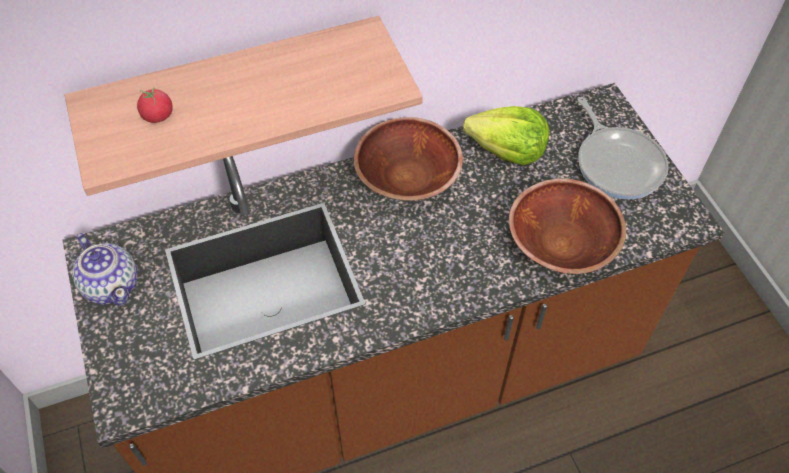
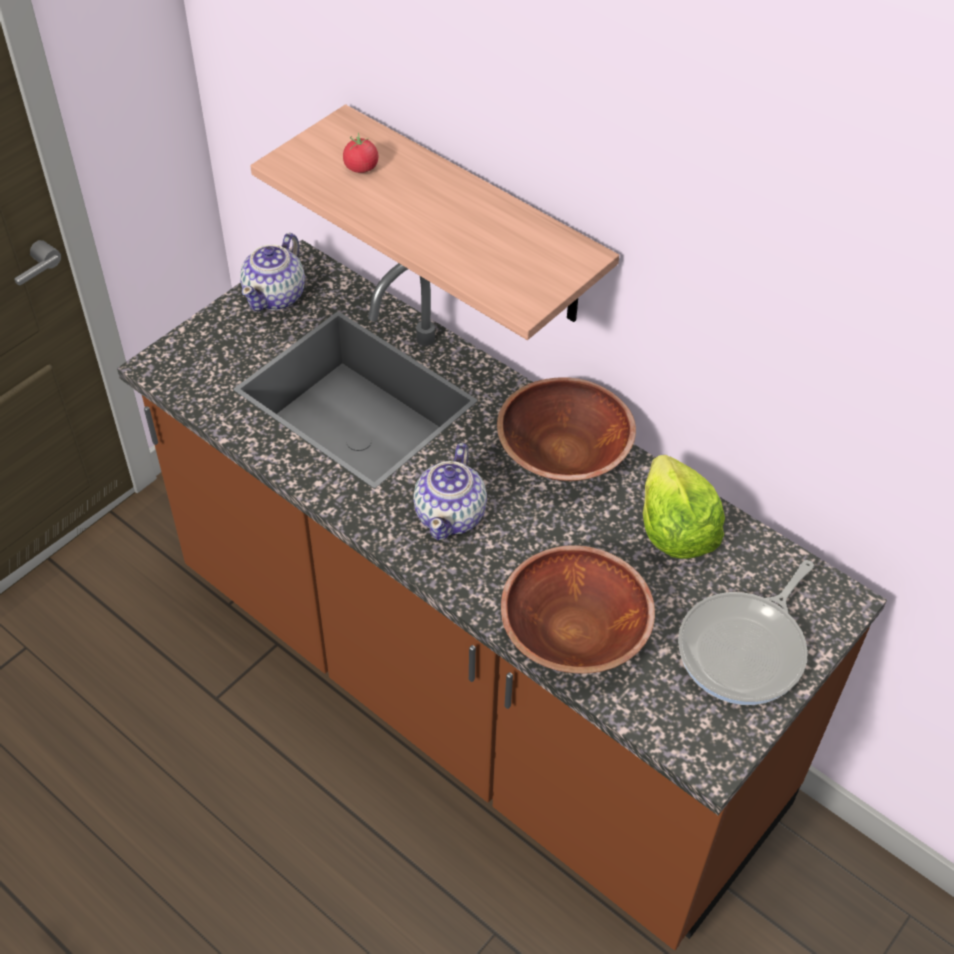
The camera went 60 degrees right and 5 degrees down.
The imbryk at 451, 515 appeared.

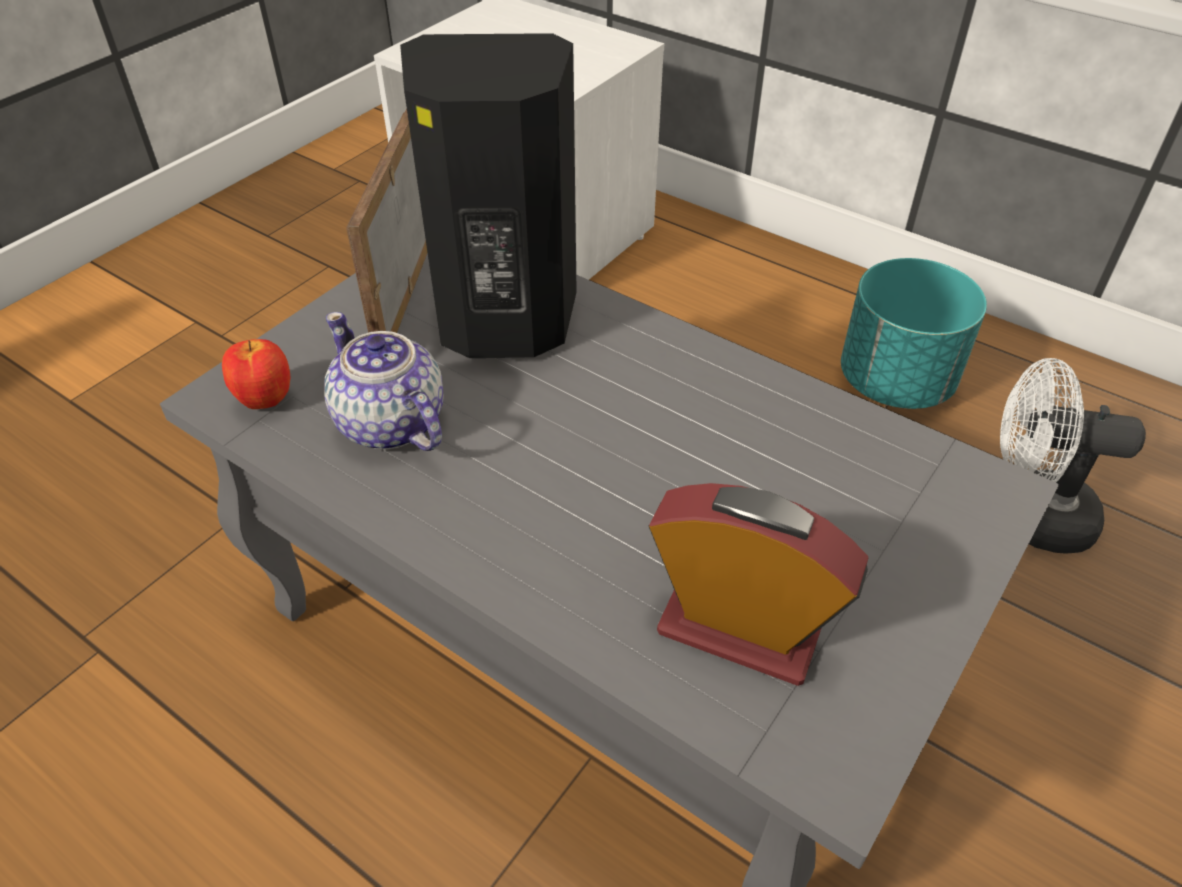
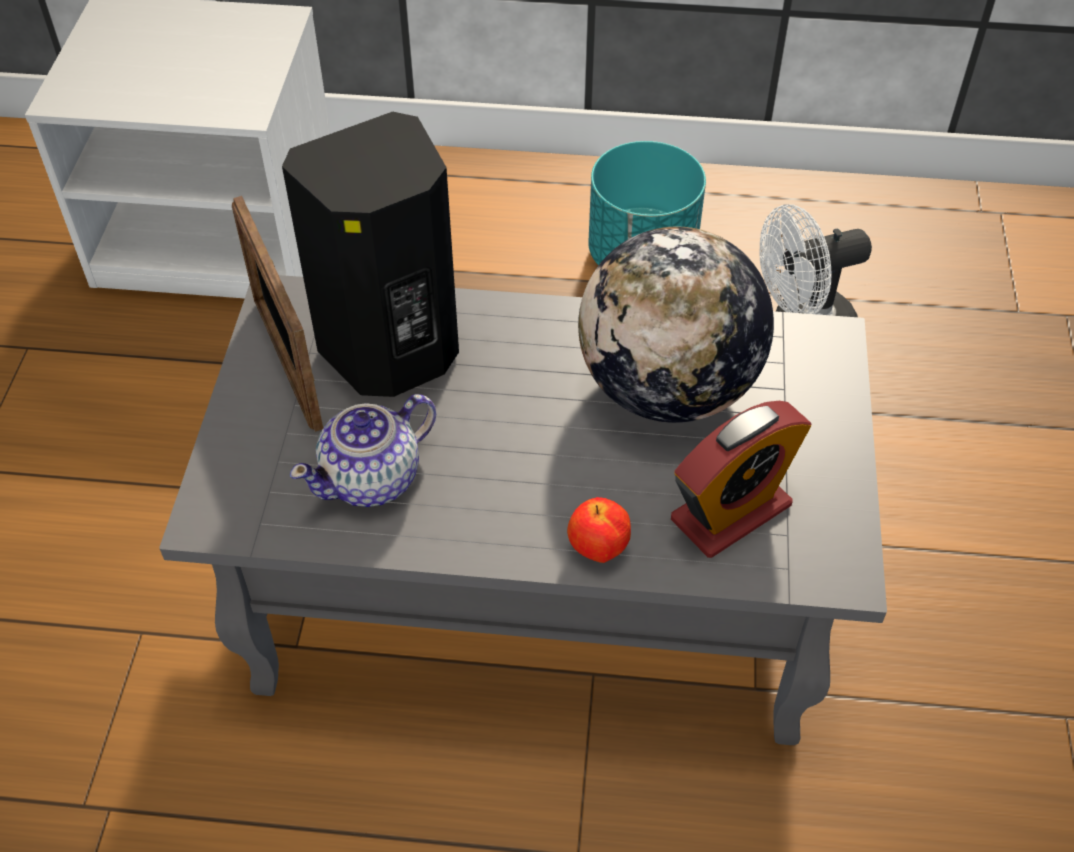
The camera went 30 degrees left and 5 degrees up.
The jabłko moved from 264, 400 to 597, 550.
The imbryk at 390, 424 turned 60 degrees counterclockwise.
The budzik at 739, 629 turned 150 degrees clockwise.
The globus at 668, 389 appeared.

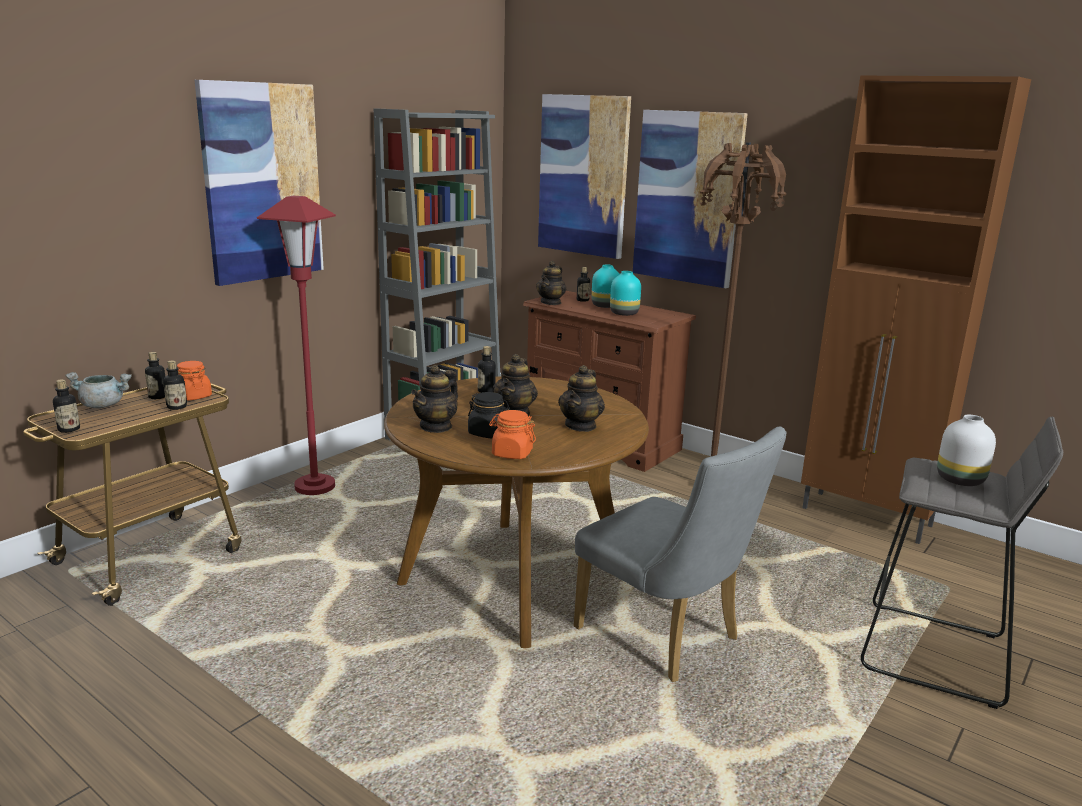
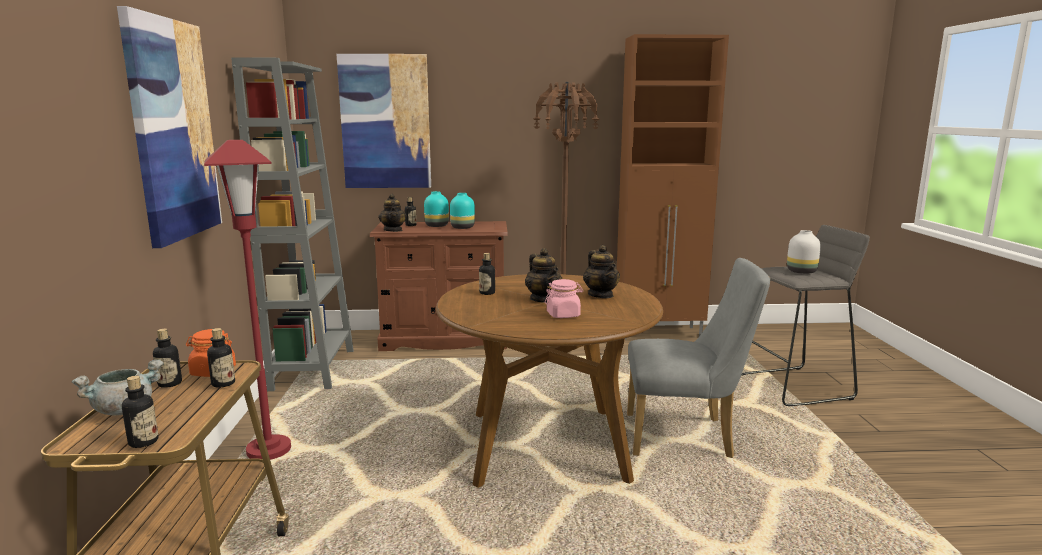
The camera went 40 degrees left and 5 degrees down.
The imbryk at 436, 427 disappeared.
The słoik/czarny at 488, 433 became the słoik/różowy at 563, 315.
The słoik/pomarańczowy at 512, 453 disappeared.
The obraz at 687, 198 disappeared.

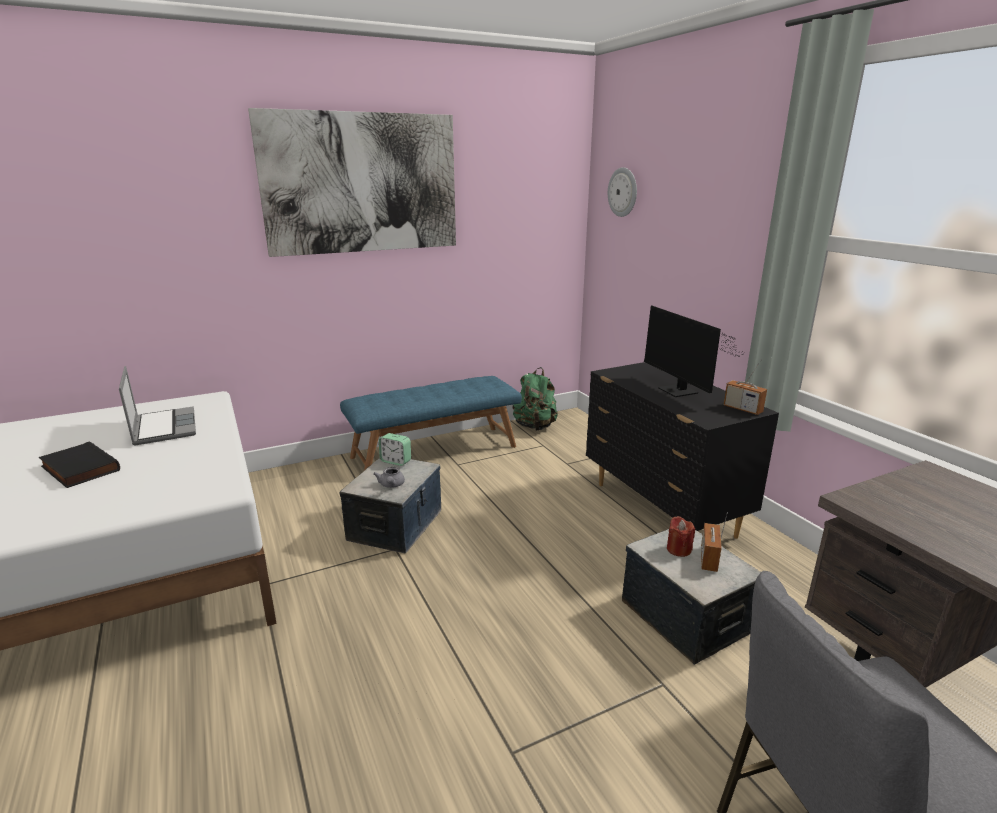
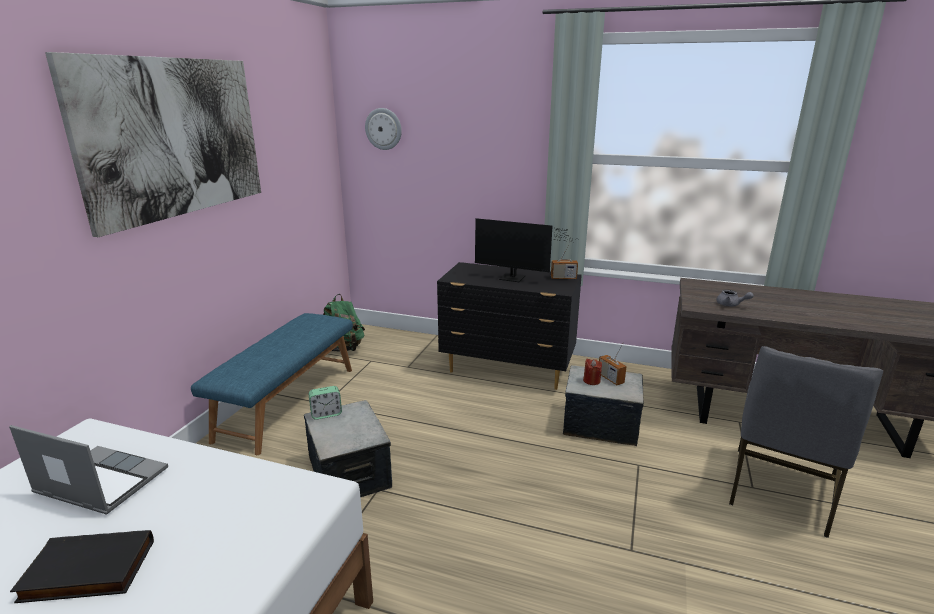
The camera went 45 degrees left and 0 degrees up.
The imbryk/szary moved from 391, 485 to 731, 305.

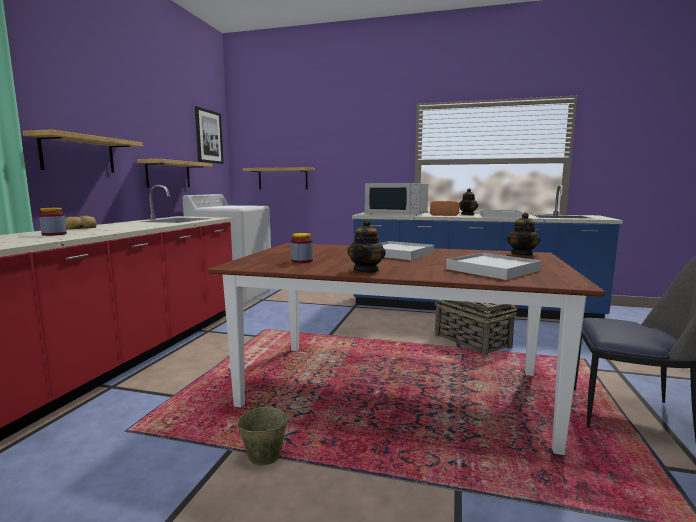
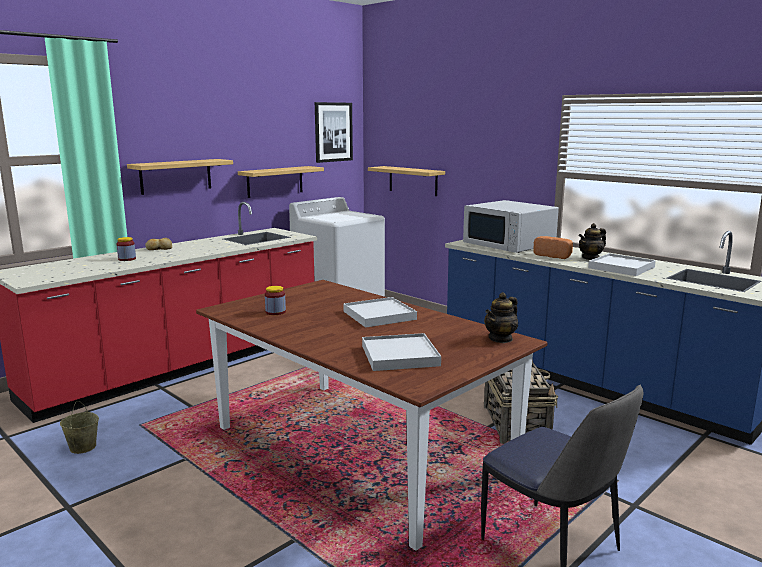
The camera went 30 degrees right and 5 degrees up.
The wiadro/beżowy moved from 263, 455 to 82, 447.
The imbryk at 366, 270 disappeared.

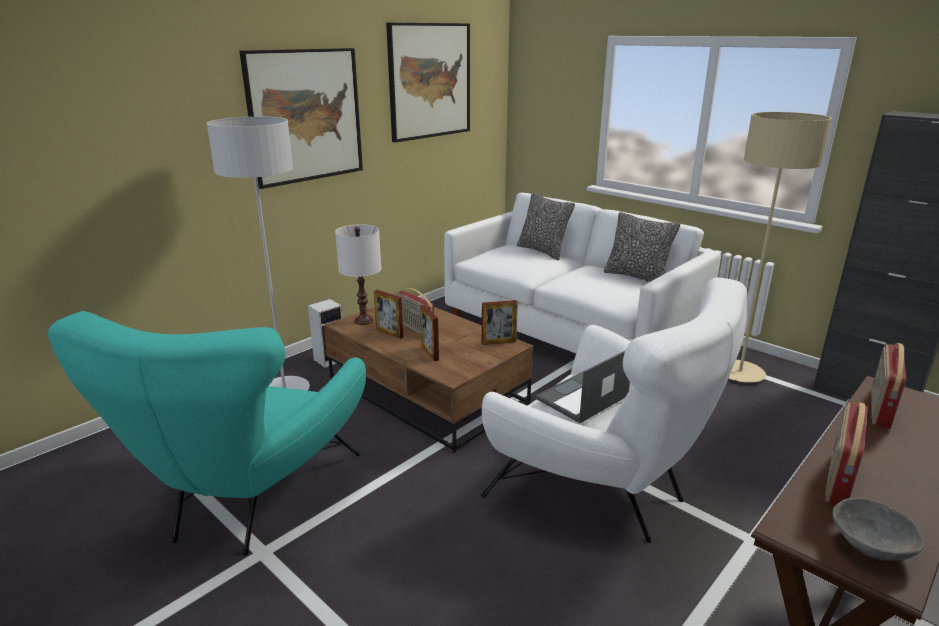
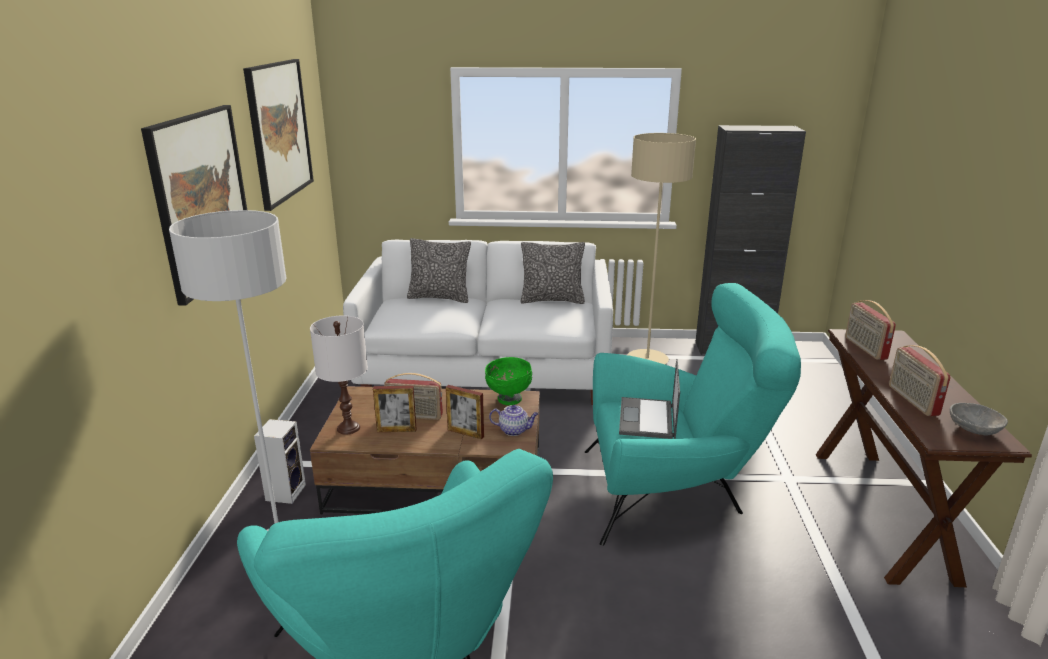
The camera went 40 degrees left and 0 degrees up.
The fotel/biały at 605, 490 became the fotel/turkusowy at 674, 492.
The ramka na zdjęcie at 498, 342 was replaced by the miska/zielony at 508, 399.
The imbryk at 514, 430 appeared.

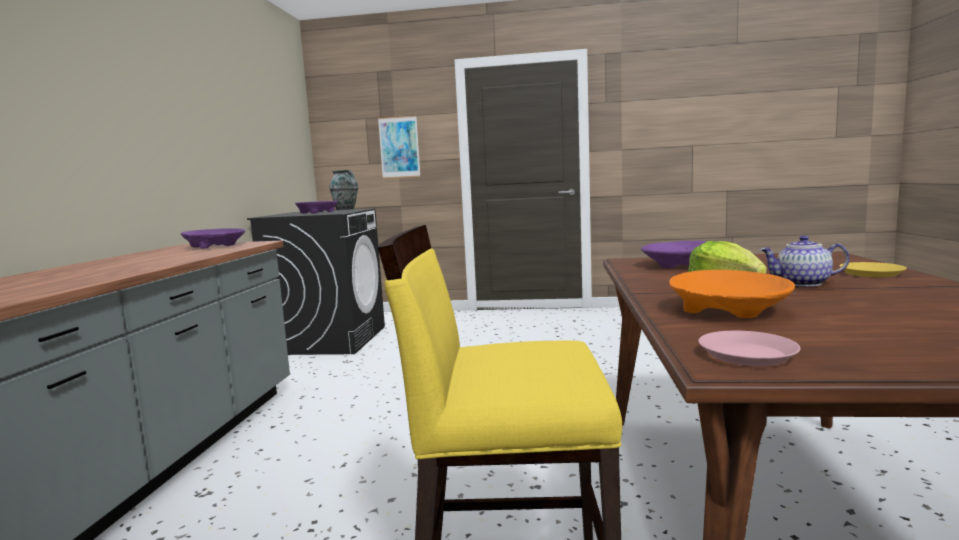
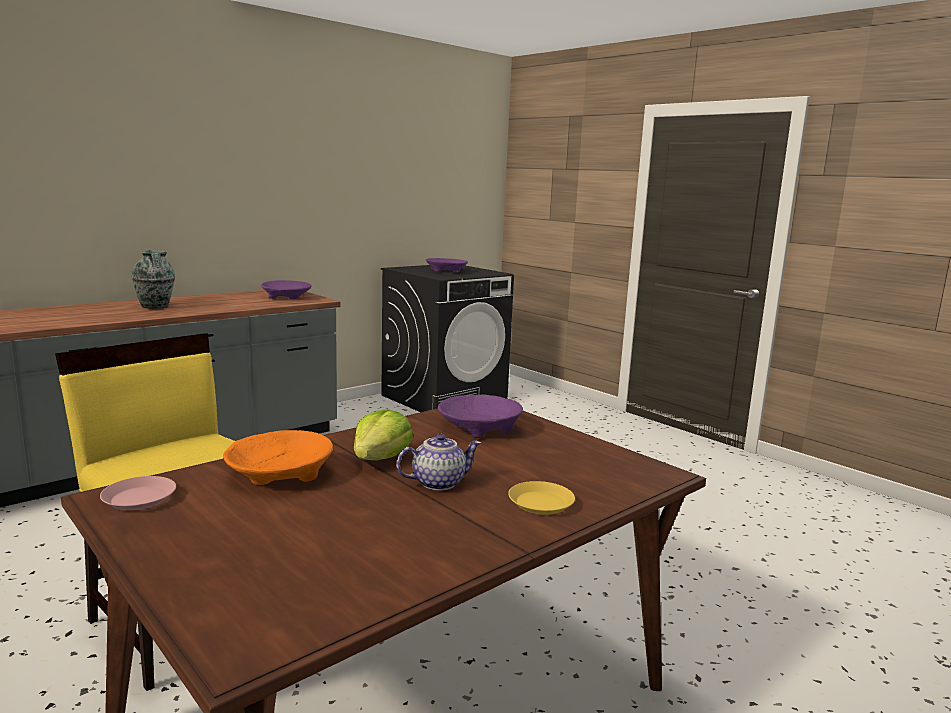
The camera went 40 degrees right and 5 degrees up.
The wazon moved from 346, 209 to 155, 307.
The obraz at 399, 147 disappeared.
The imbryk at 802, 283 turned 105 degrees clockwise.

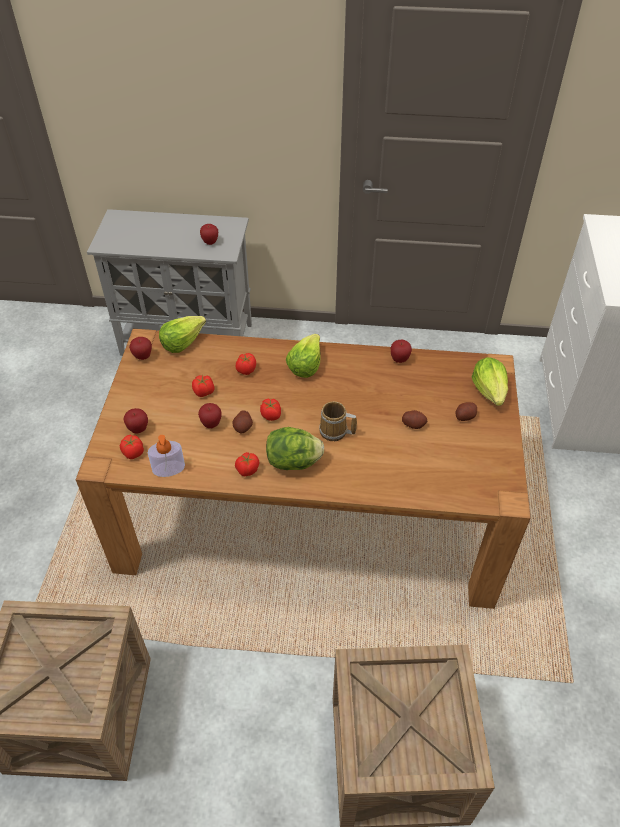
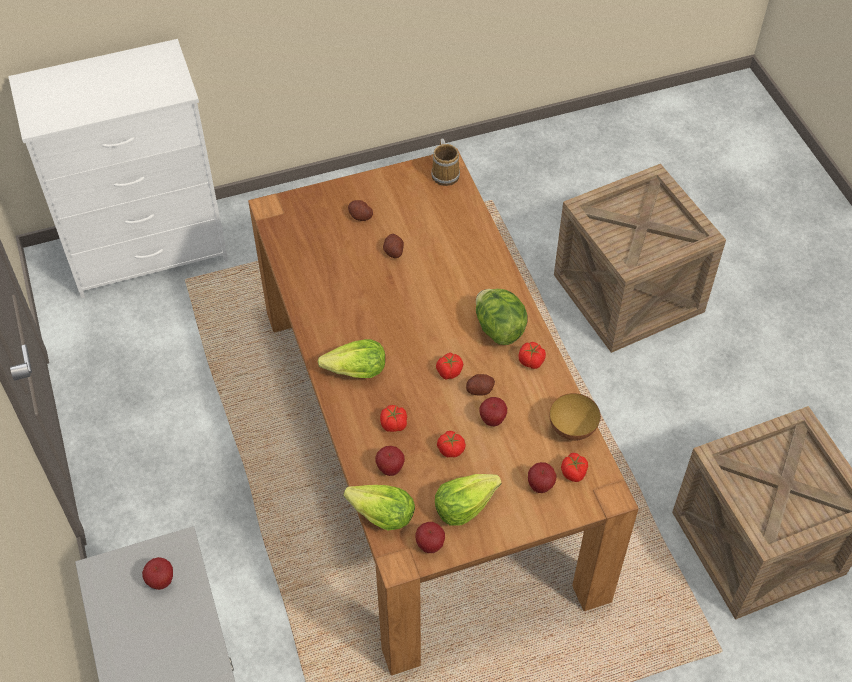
The camera went 115 degrees left and 5 degrees up.
The dozownik mydła at 168, 469 was replaced by the miska at 572, 429.
The kubek moved from 335, 432 to 446, 173.
The jabłko moved from 399, 359 to 390, 469.
The sałata moved from 489, 391 to 464, 505.

